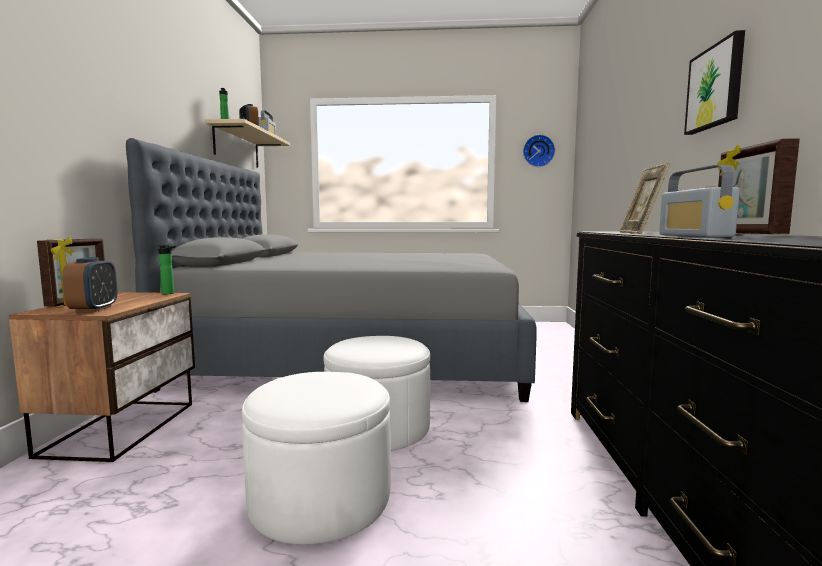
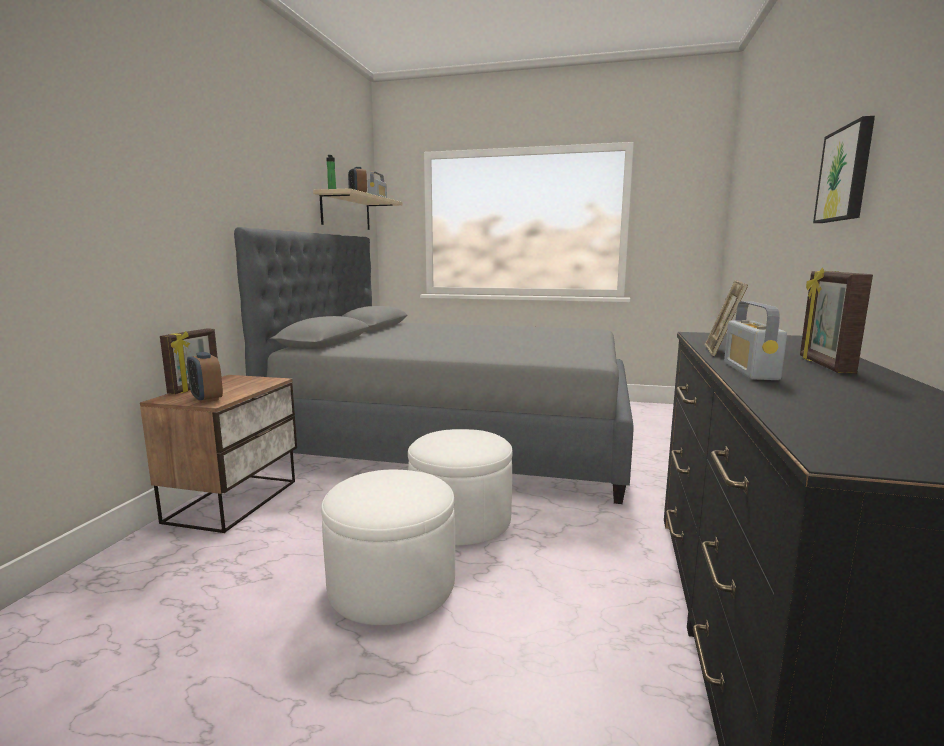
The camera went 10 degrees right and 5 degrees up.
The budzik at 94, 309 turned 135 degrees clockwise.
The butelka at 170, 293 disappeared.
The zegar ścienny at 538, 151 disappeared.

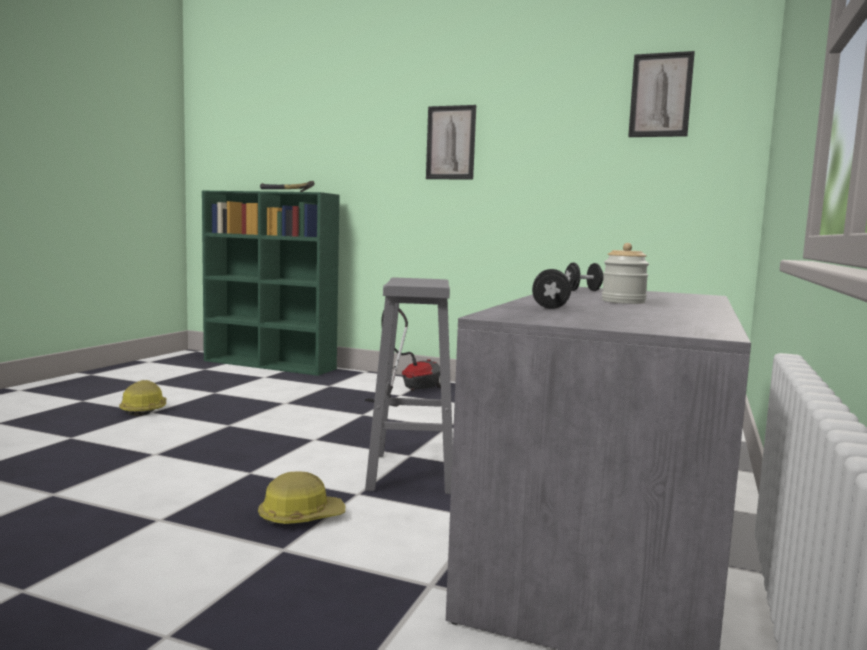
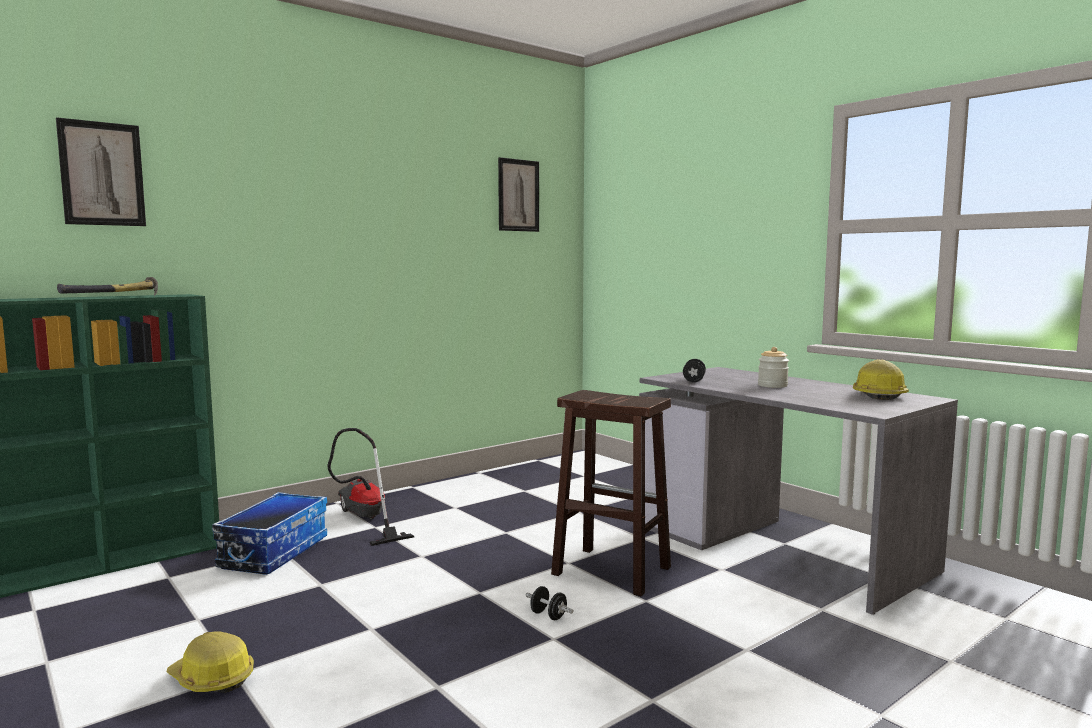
The camera went 60 degrees left and 0 degrees up.
The kask moved from 301, 517 to 877, 395.
The stołek/szary at 411, 471 became the stołek/brązowy at 609, 570.
The obraz moved from 451, 142 to 102, 174.
The hantel/czarny moved from 550, 307 to 548, 615.
The pojemnik do przechowywania at 274, 552 appeared.

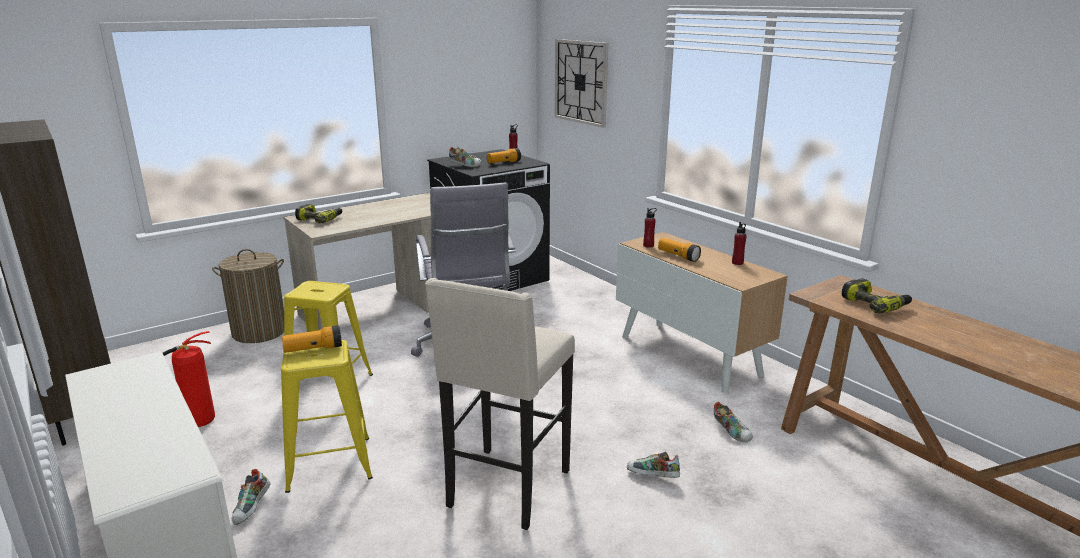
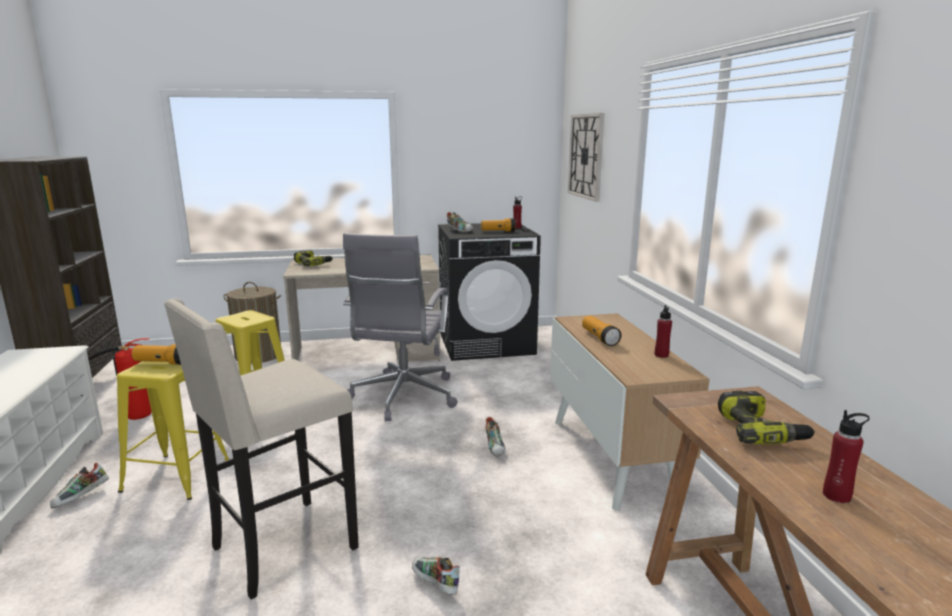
The camera went 25 degrees right and 5 degrees down.
The butelka/czerwony moved from 648, 245 to 836, 496.
The but moved from 731, 432 to 495, 447.

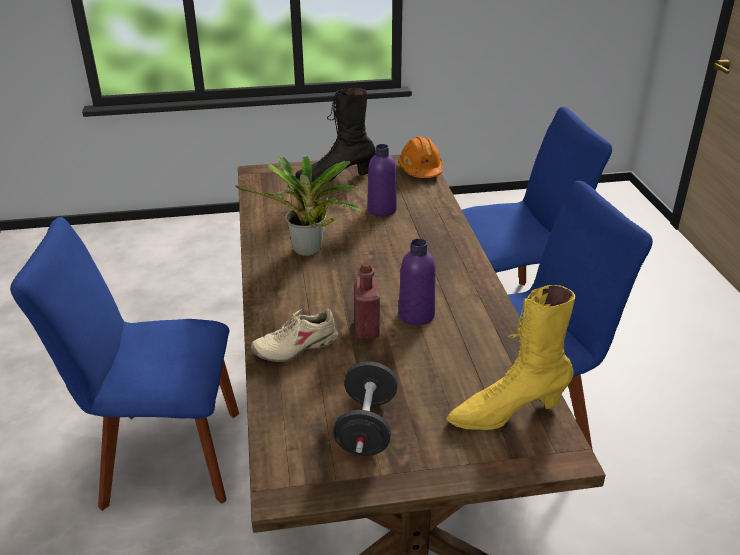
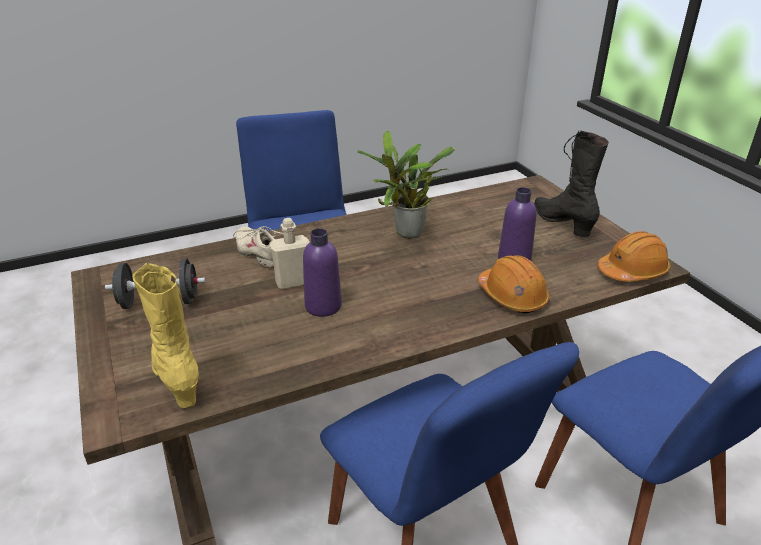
The camera went 75 degrees right and 0 degrees up.
The butelka/czerwony at 366, 329 became the butelka/beżowy at 293, 282.
The kask/pomarańczowy at 512, 296 appeared.

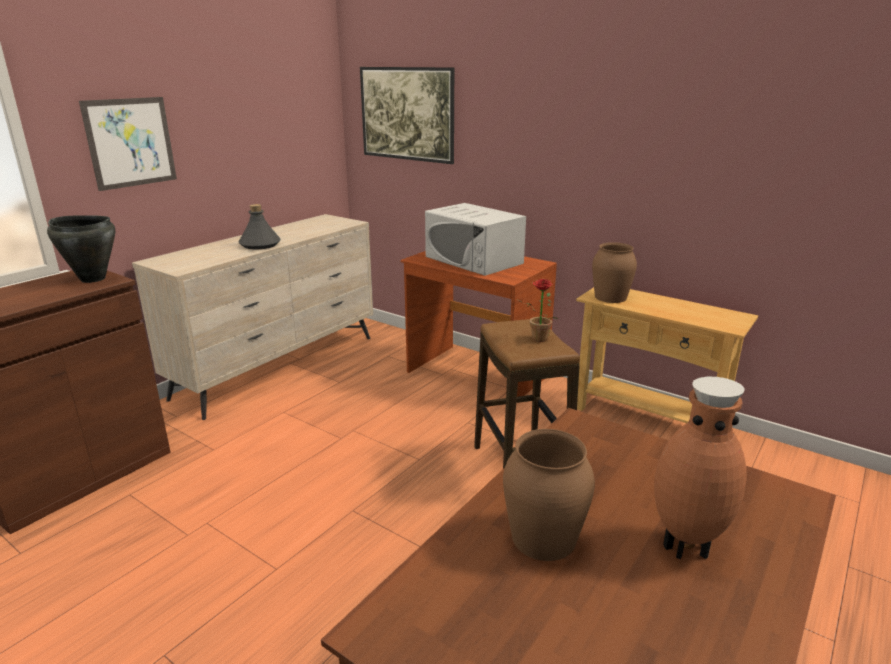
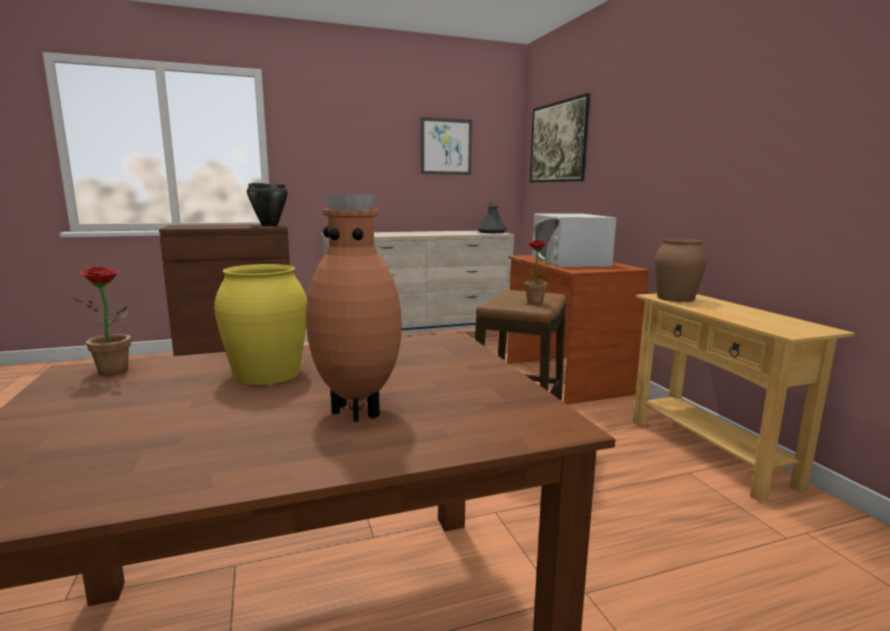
The camera went 35 degrees right and 10 degrees down.
The obraz moved from 130, 142 to 446, 146.
The butelka/szary moved from 260, 245 to 491, 232.
The wazon/brązowy at 544, 537 became the wazon/żółty at 268, 373.
The roślina doniczkowa at 118, 371 appeared.

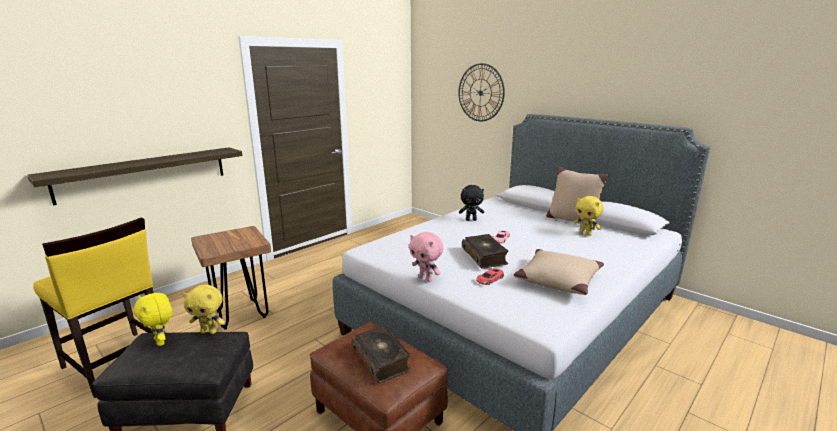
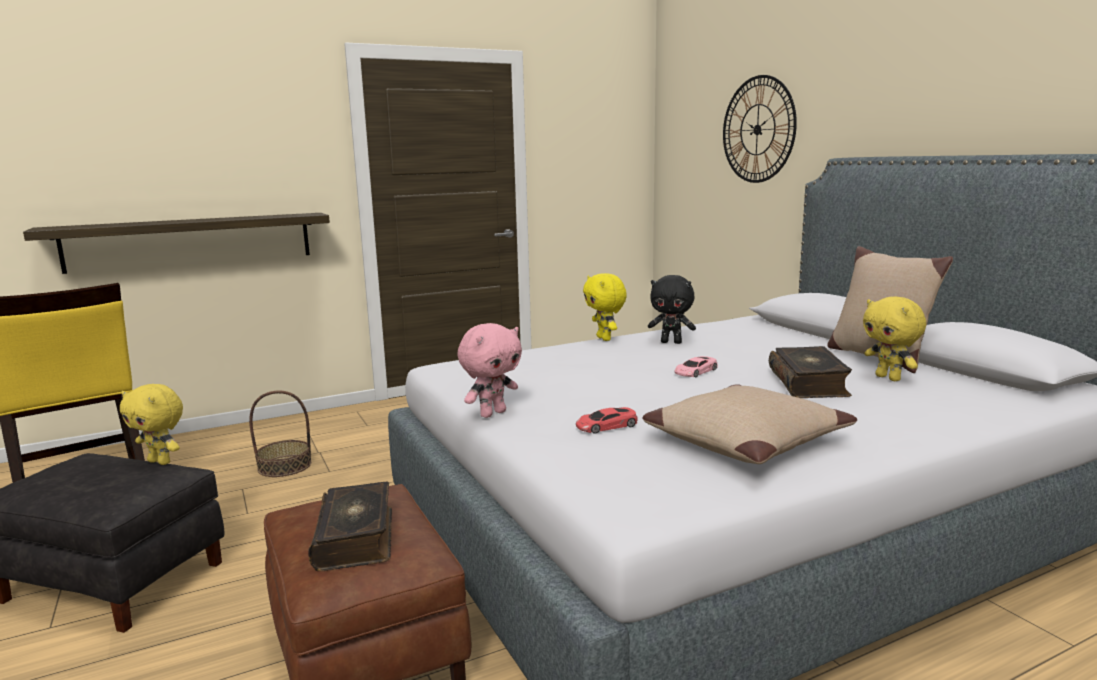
The camera went 20 degrees right and 5 degrees down.
The pluszak/żółty moved from 161, 342 to 605, 338.
The stołek/brązowy at 241, 314 was replaced by the koszyk at 284, 466.
The pluszak/różowy at 426, 279 turned 105 degrees counterclockwise.
The książka moved from 485, 257 to 809, 383.

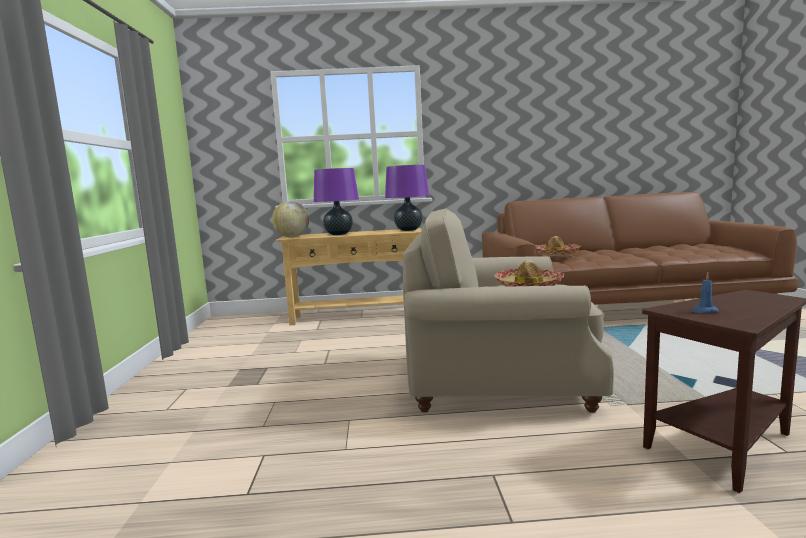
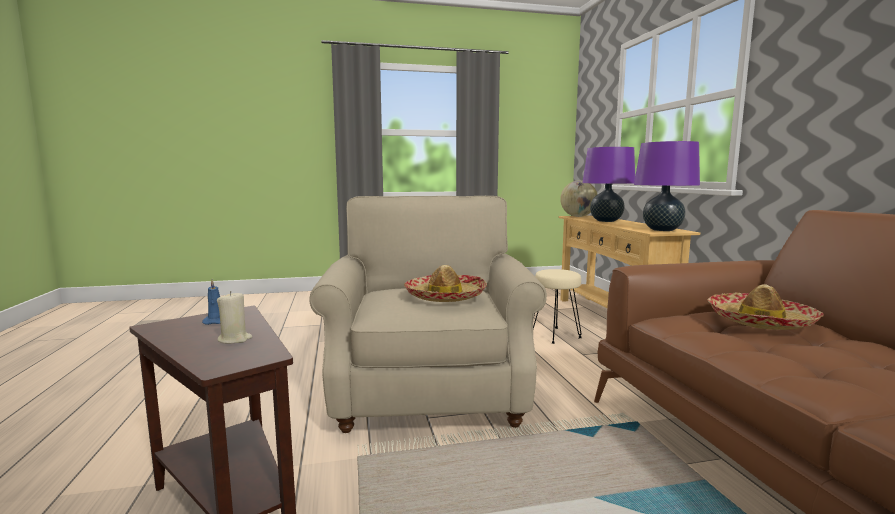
The camera went 80 degrees right and 0 degrees up.
The świeca/beżowy at 235, 339 appeared.
The stołek/beżowy at 555, 335 appeared.

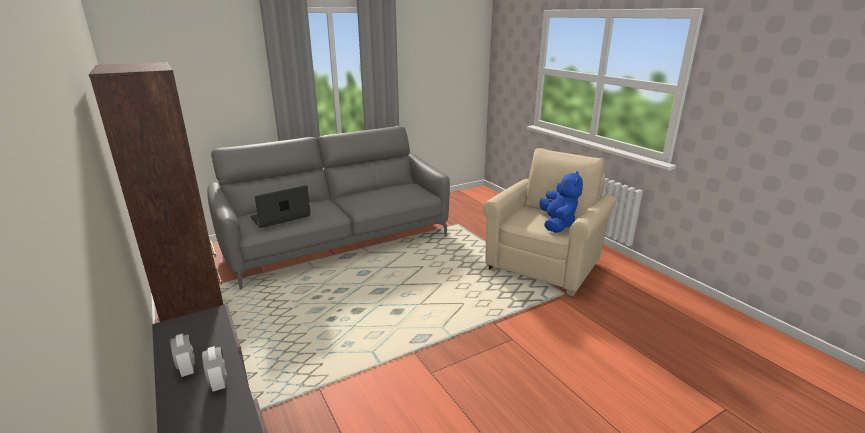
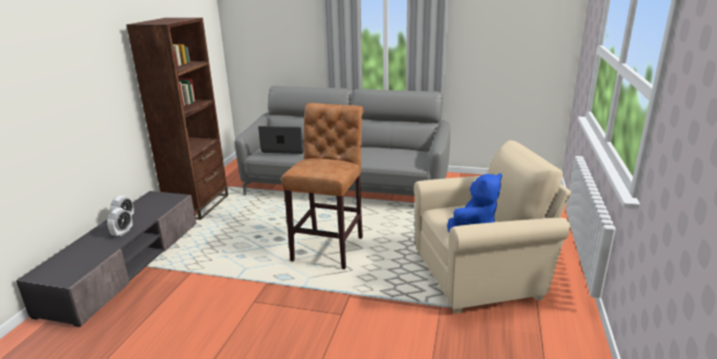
The camera went 45 degrees right and 0 degrees up.
The stołek/brązowy at 330, 247 appeared.

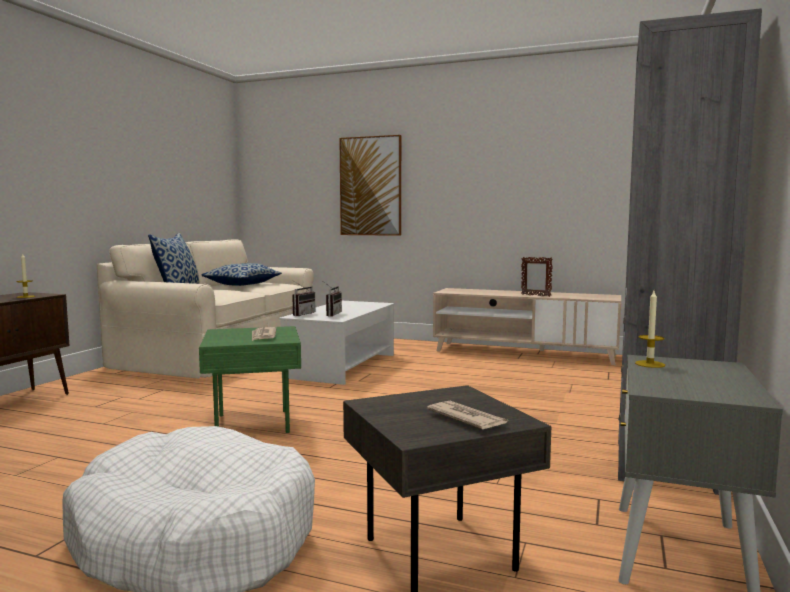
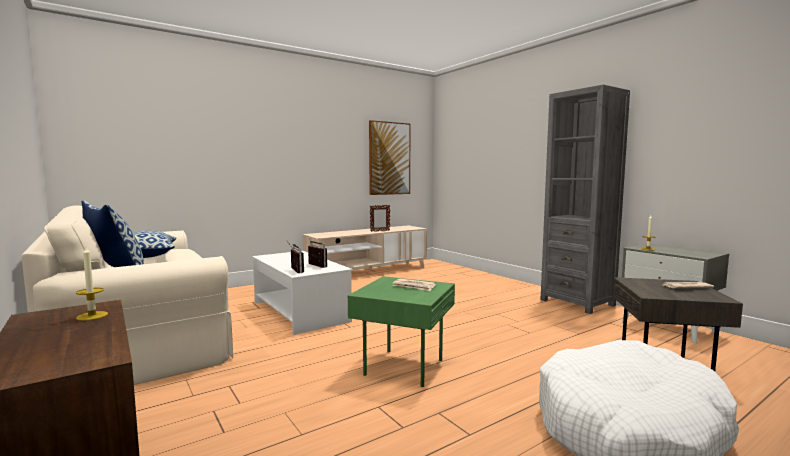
The camera went 55 degrees left and 0 degrees up.
The obraz moved from 370, 186 to 389, 158.

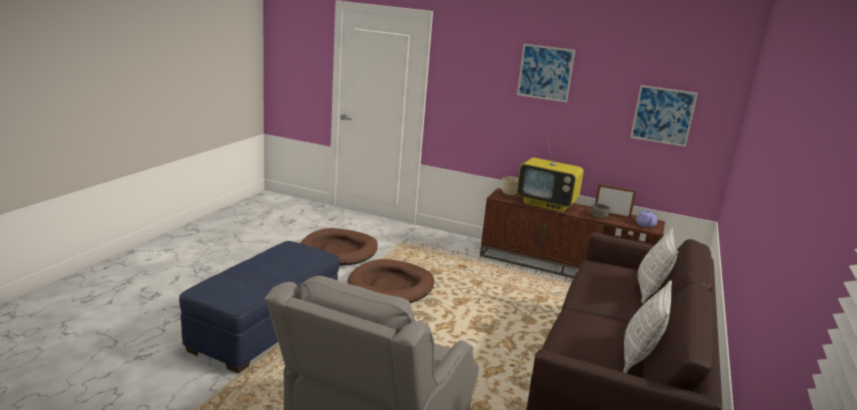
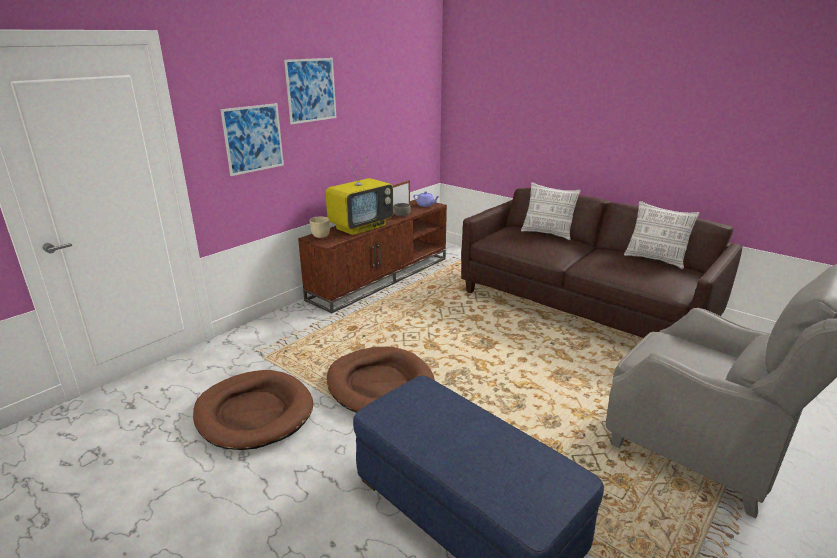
The camera went 70 degrees left and 5 degrees up.
The obraz moved from 663, 115 to 253, 139.

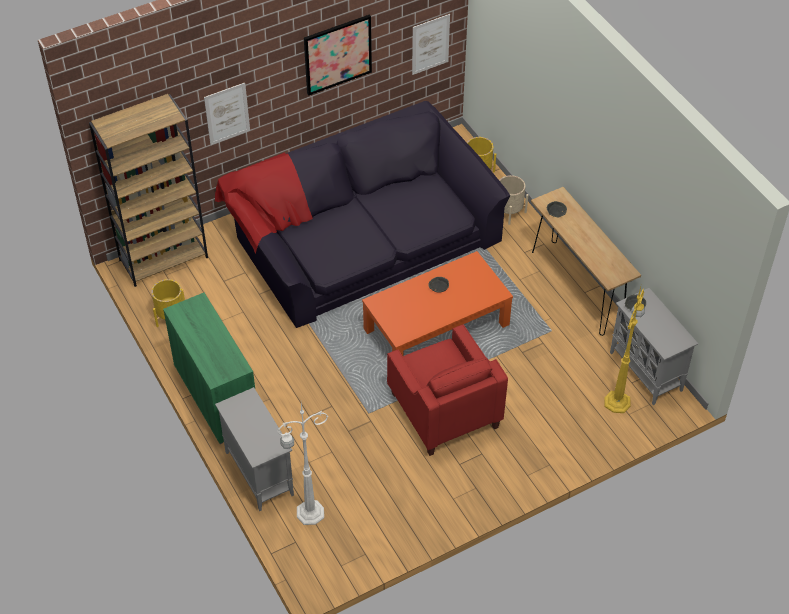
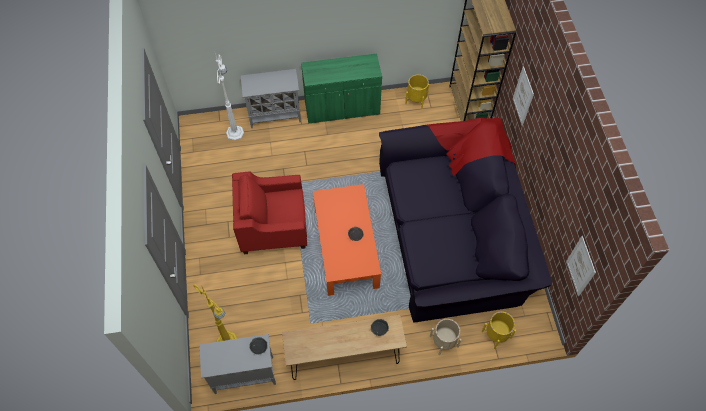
The camera went 110 degrees right and 10 degrees up.
The obraz at 337, 54 disappeared.

